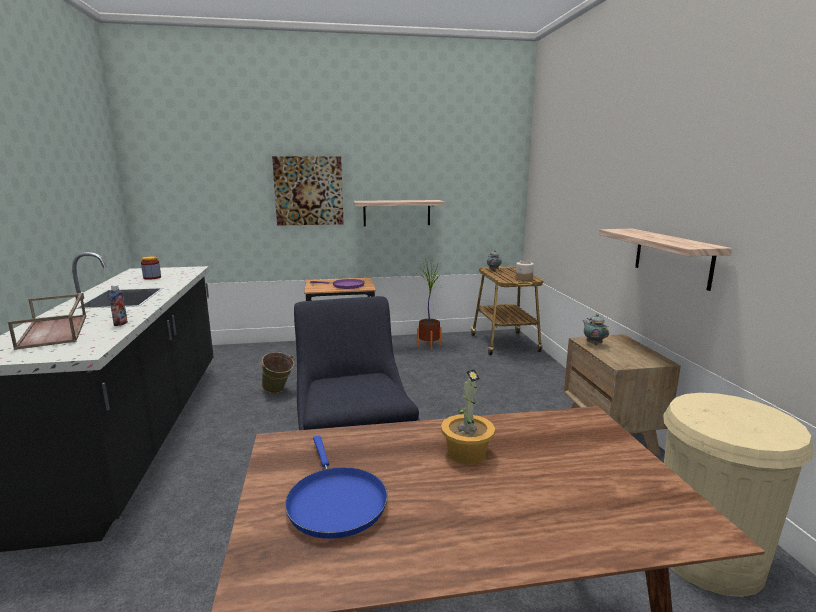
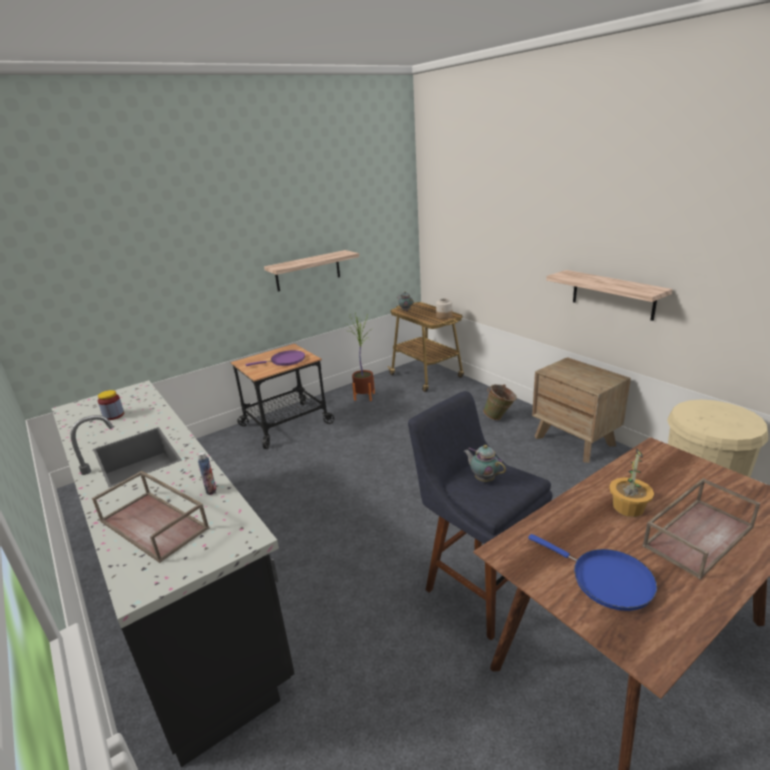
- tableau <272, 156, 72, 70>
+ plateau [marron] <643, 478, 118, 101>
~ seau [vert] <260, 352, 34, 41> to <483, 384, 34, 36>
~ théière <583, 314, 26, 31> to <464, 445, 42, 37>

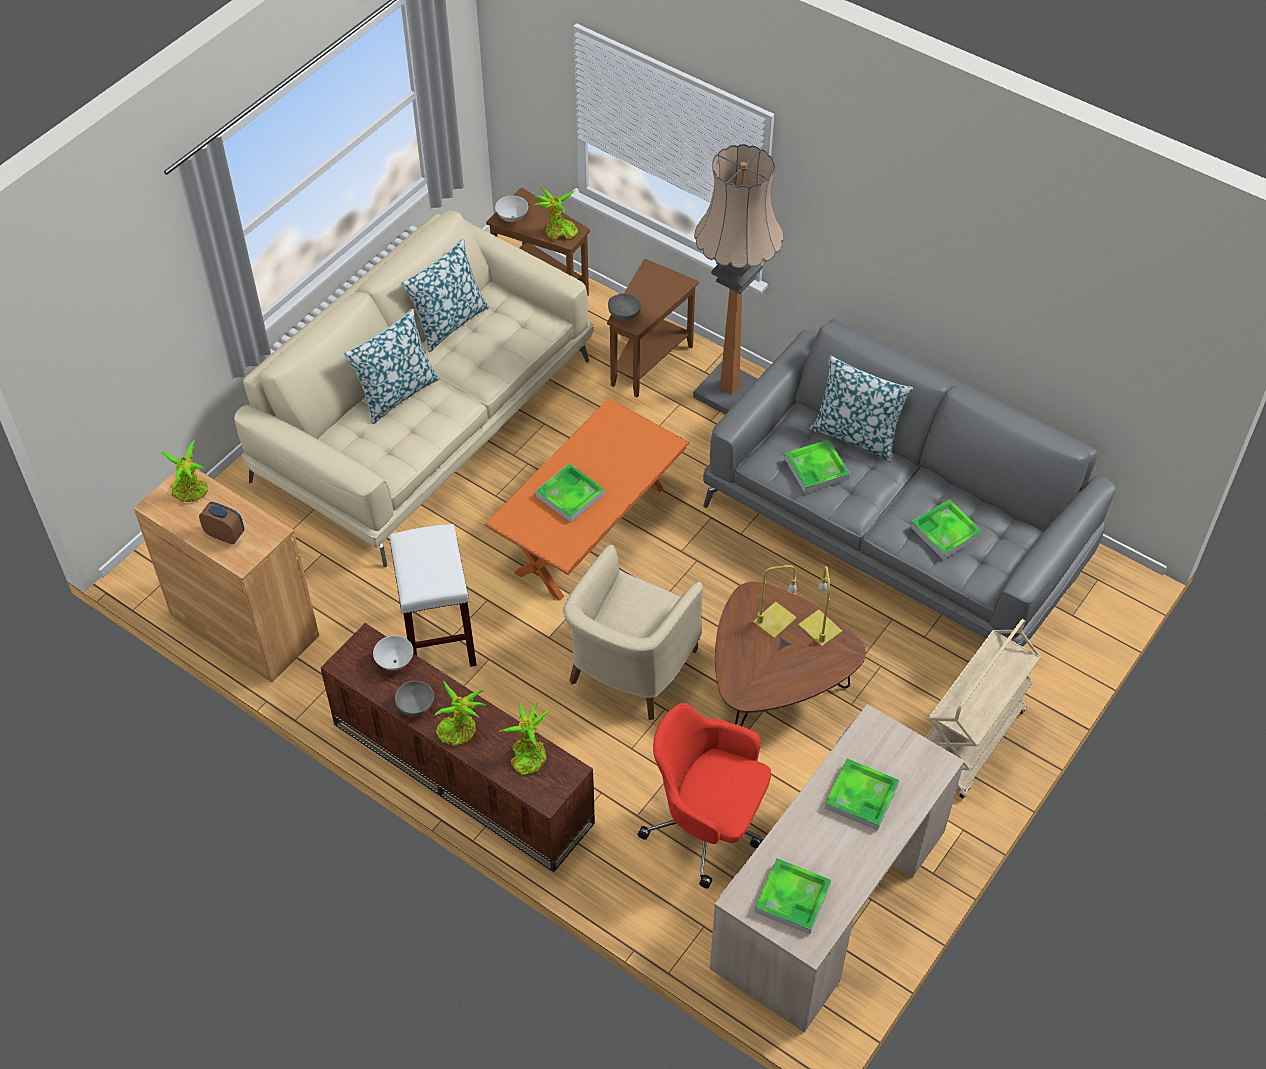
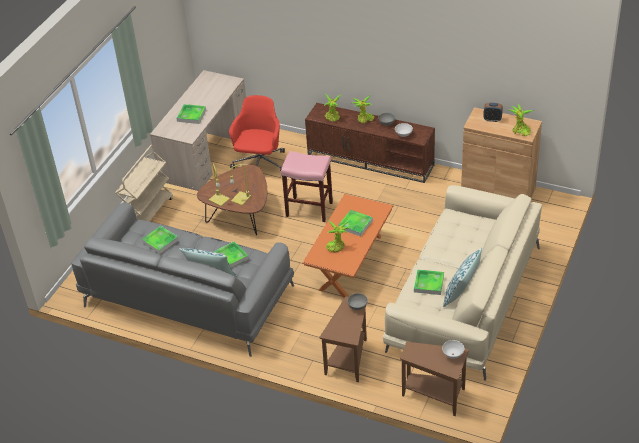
- coussin <344, 309, 96, 115>
- tabouret [blanc] <390, 524, 87, 143>
- lampadaire <693, 144, 91, 271>
~ plante en pot <533, 188, 45, 52> to <326, 220, 24, 32>
~ plateau <755, 859, 76, 76> to <414, 269, 30, 26>
~ fauteuil [beige] <563, 545, 140, 175> to tabouret [rose] <281, 151, 52, 71>
~ chaise de bureau [rouge] <638, 703, 133, 186> = <229, 95, 56, 77> 90 degrees counterclockwise

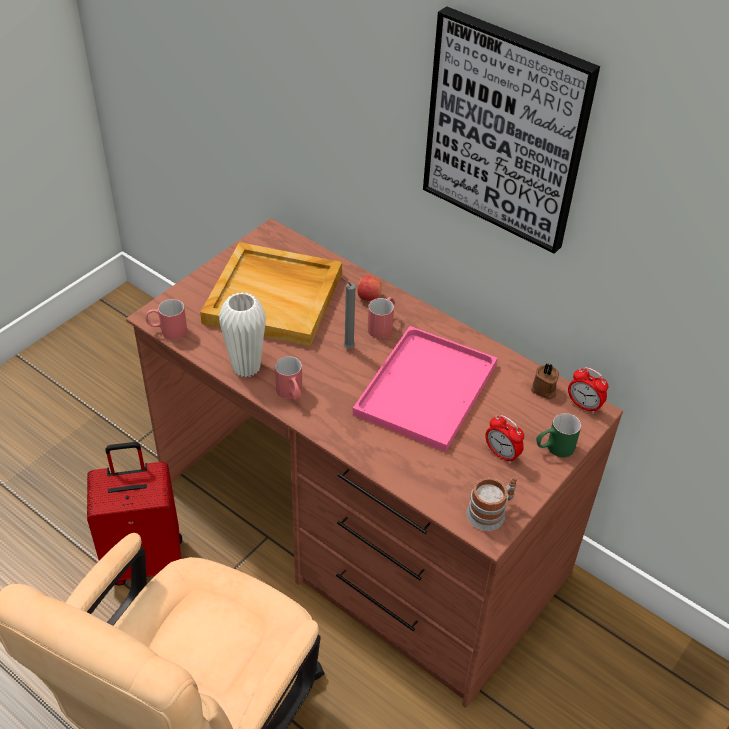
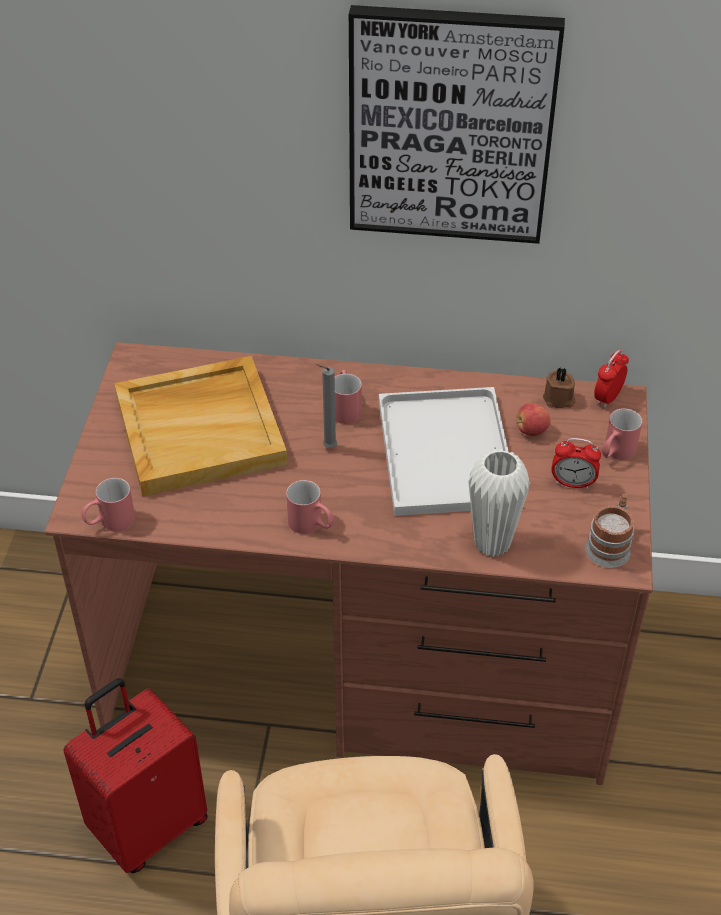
~ vase [blanc] <219, 292, 47, 85> to <468, 449, 62, 108>
~ pomme <357, 276, 24, 25> to <516, 403, 35, 33>
~ plateau [rose] <353, 326, 145, 126> to plateau [blanc] <379, 387, 129, 129>
~ mug [vert] <536, 413, 45, 44> to mug [rouge] <601, 408, 41, 52>
~ réveil <568, 367, 40, 47> = <594, 350, 35, 58> 120 degrees clockwise

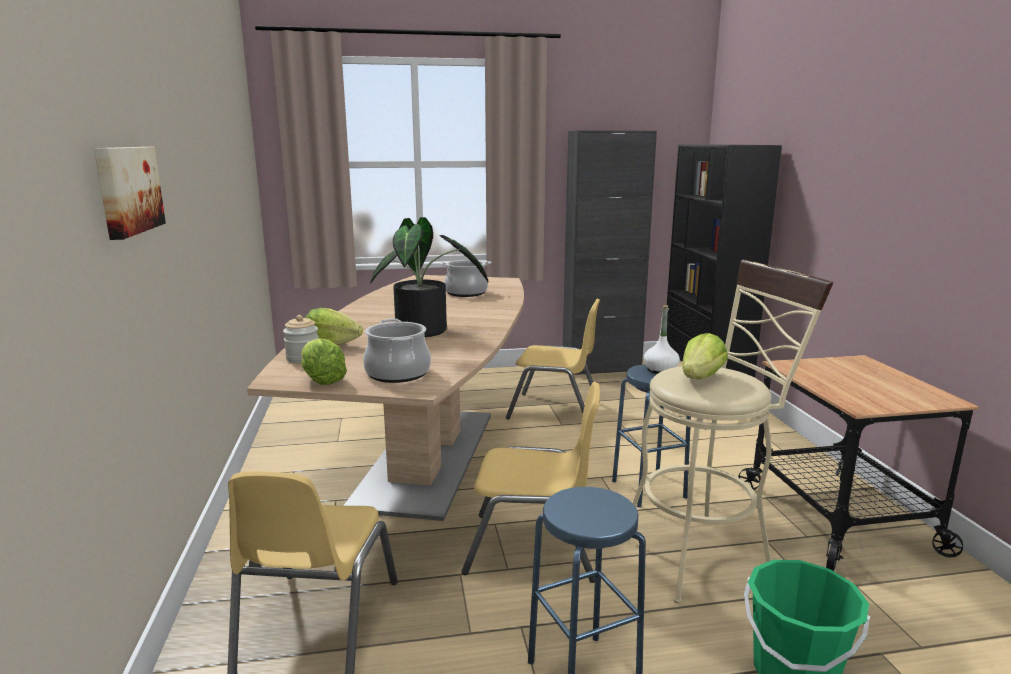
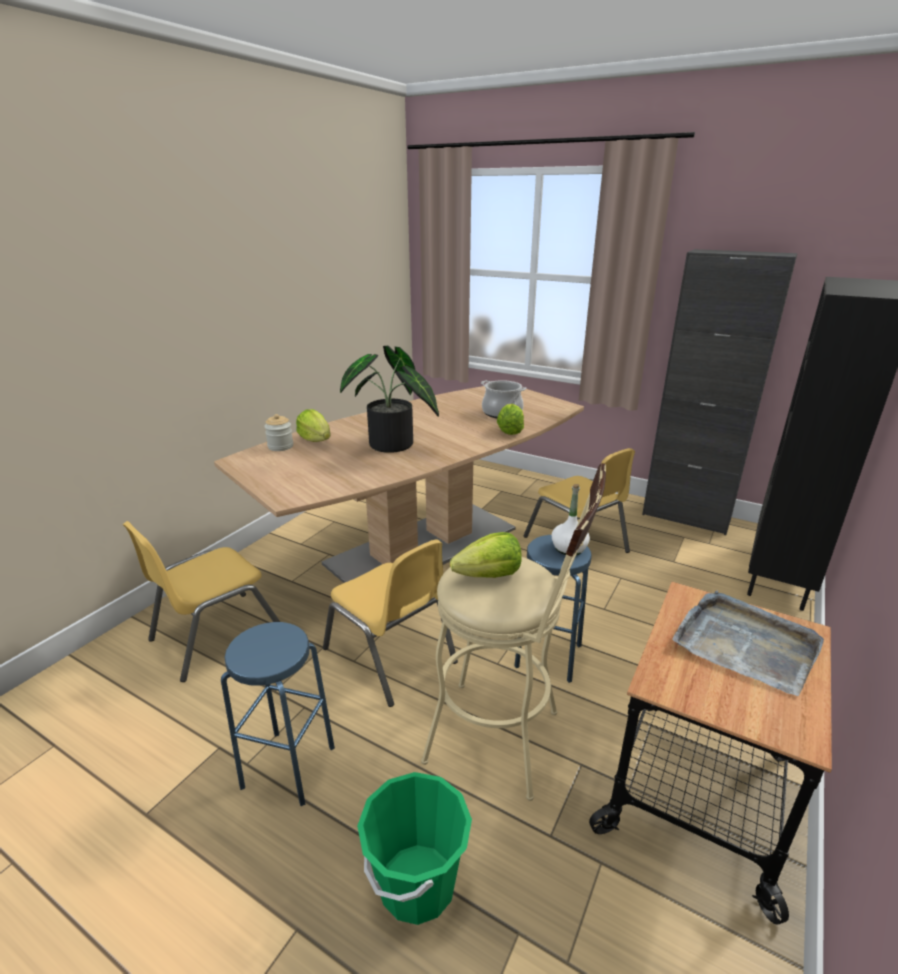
- tableau <94, 147, 72, 93>
- marmite <363, 319, 68, 64>
+ plateau [gris] <672, 591, 152, 105>
~ laitue <301, 338, 46, 47> to <497, 404, 27, 31>

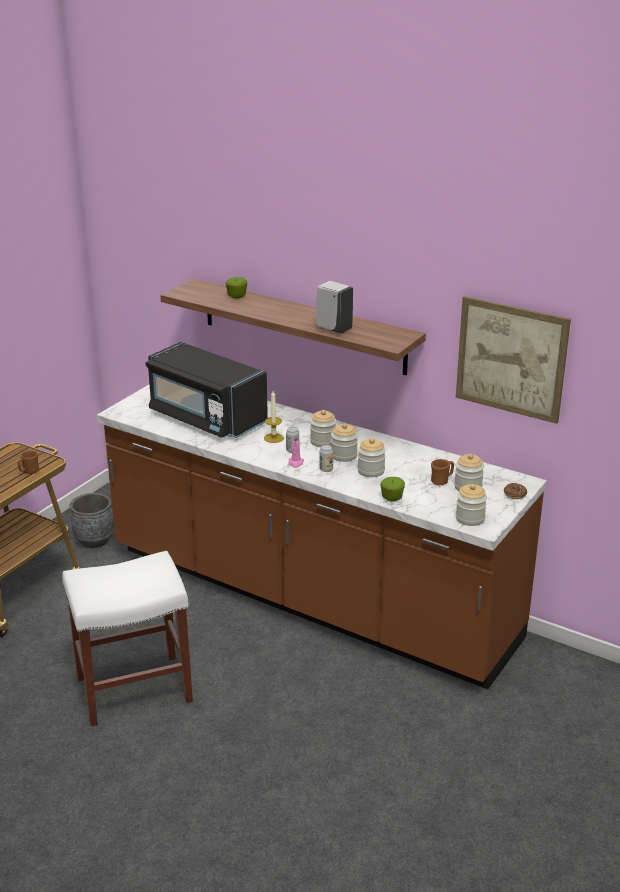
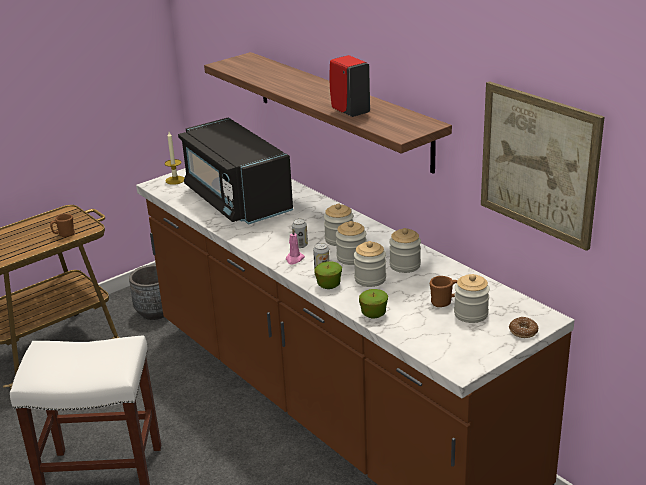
~ pomme <226, 277, 21, 22> to <315, 261, 27, 28>
~ bougie <264, 391, 20, 52> to <165, 132, 19, 53>
~ bocal <456, 484, 31, 42> to <389, 228, 32, 45>
~ distributeur de savon [blanc] <316, 281, 37, 53> to distributeur de savon [rouge] <329, 55, 41, 62>

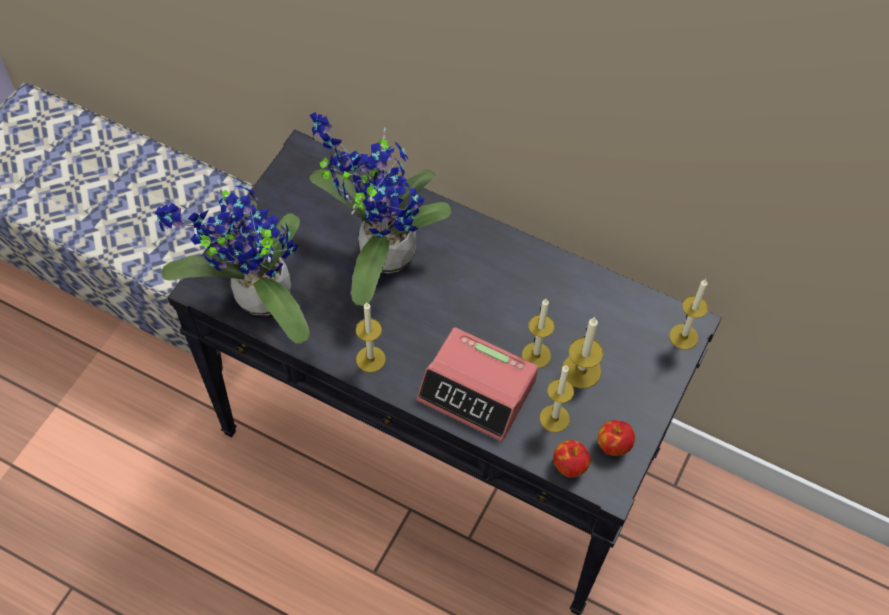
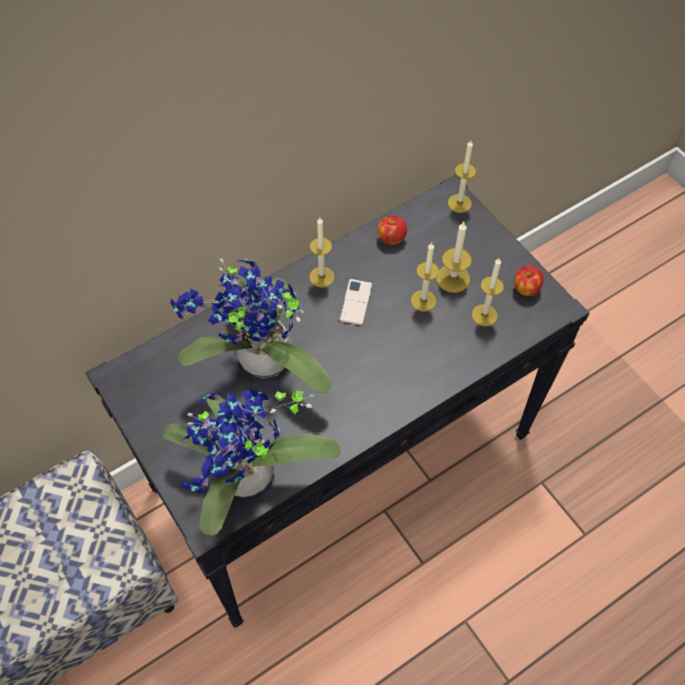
- réveil <417, 327, 121, 114>
+ téléphone <339, 279, 33, 47>
~ bougie <356, 303, 30, 69> to <309, 218, 25, 69>
~ pomme <553, 440, 38, 38> to <378, 216, 29, 29>

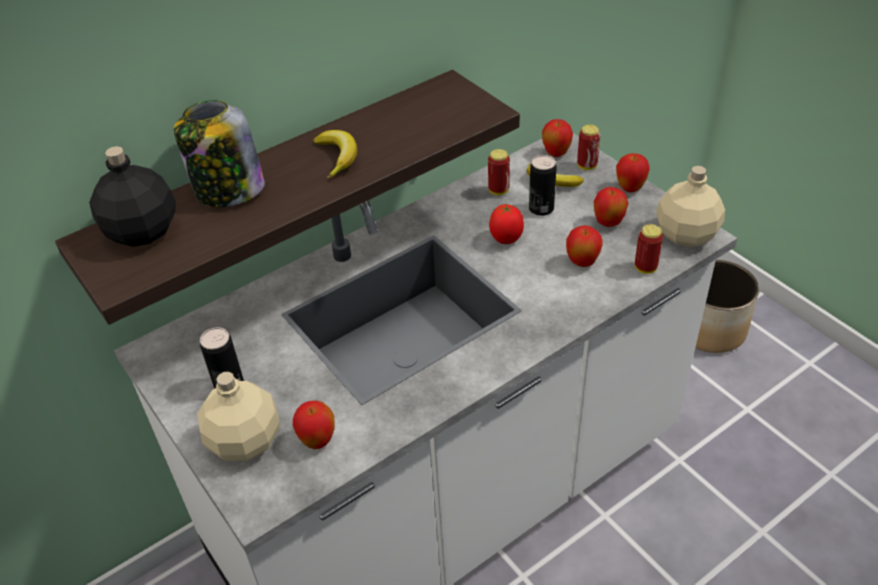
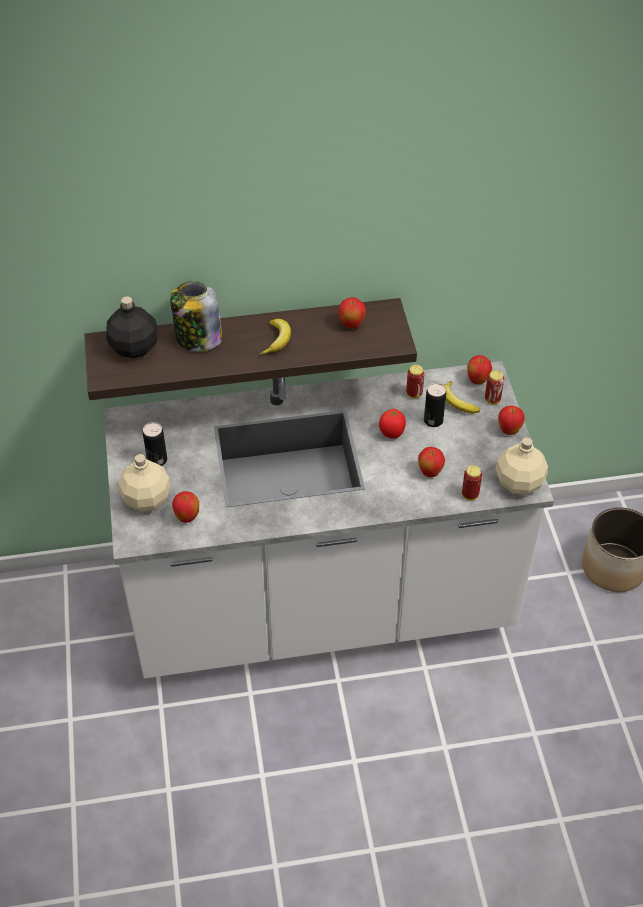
~ pomme <594, 187, 35, 40> to <339, 297, 27, 32>

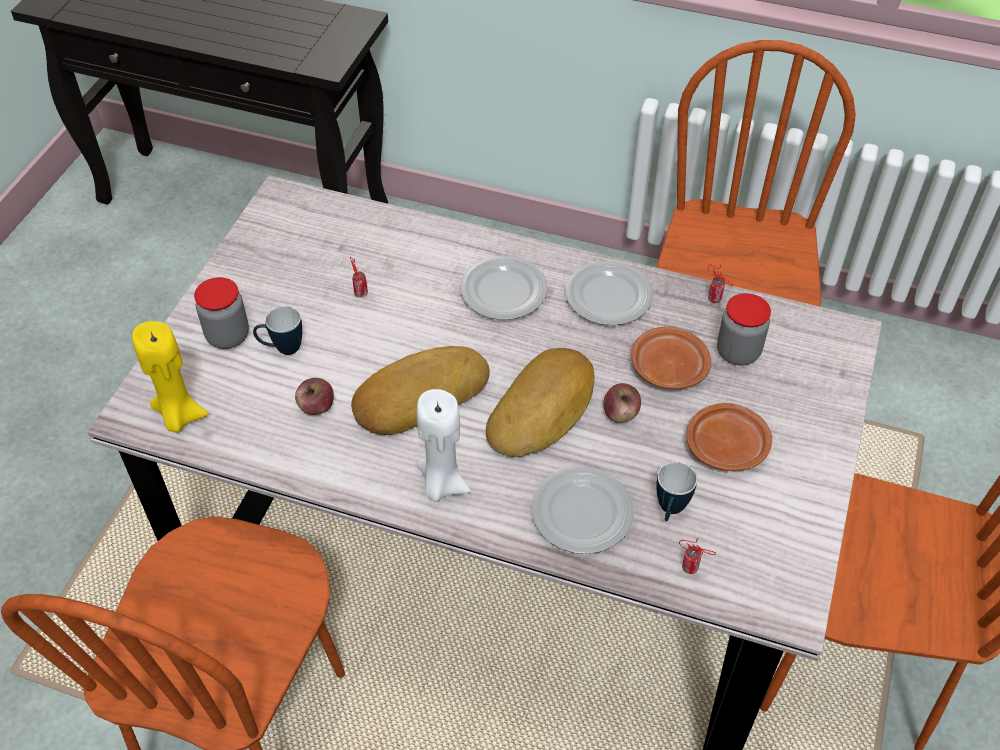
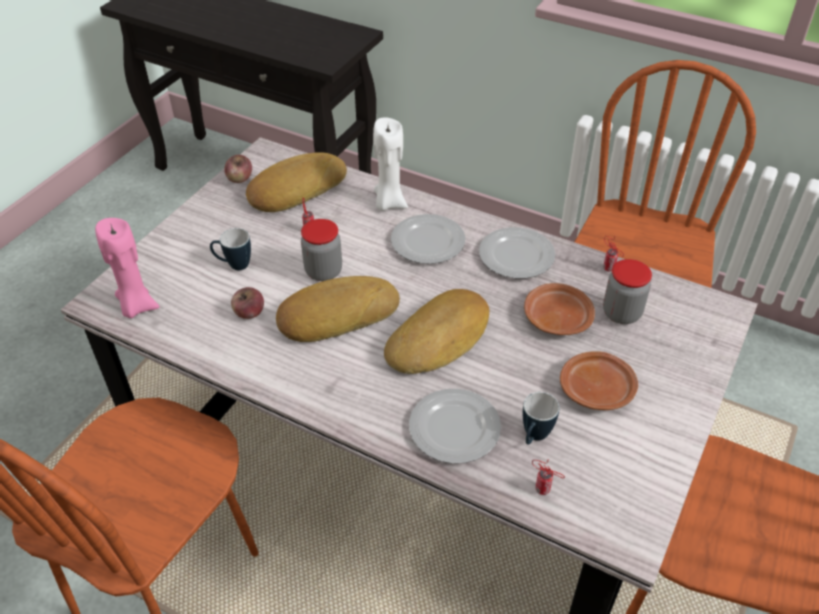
+ pain <246, 152, 101, 60>
~ bocal <194, 277, 55, 72> to <301, 219, 41, 62>
~ bougie [blanc] <417, 389, 54, 113> to <373, 117, 35, 94>
~ pomme <603, 383, 38, 40> to <225, 155, 27, 28>
~ bougie [jaune] <132, 321, 76, 111> to bougie [rose] <95, 218, 64, 100>

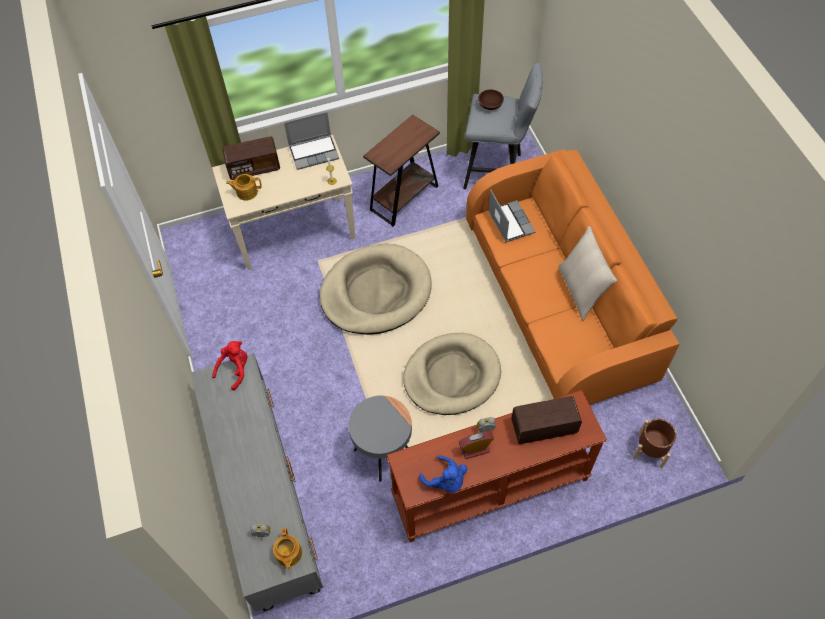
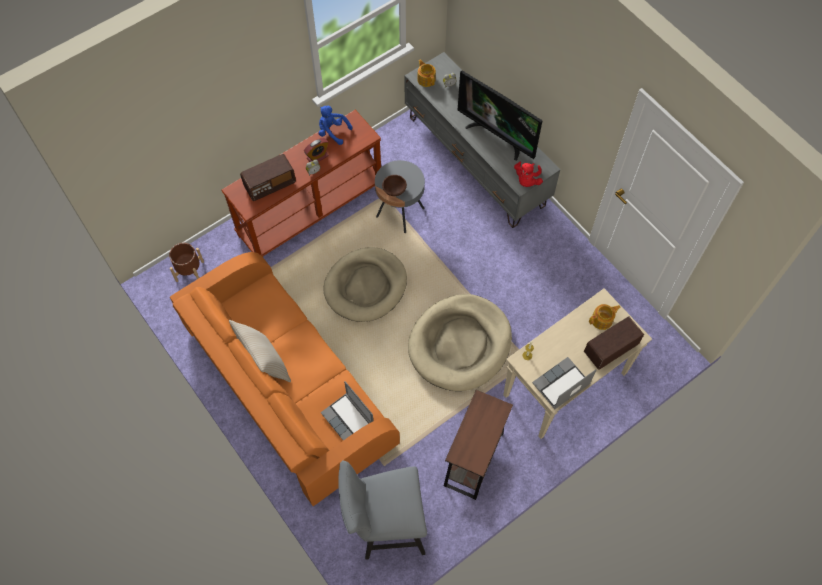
+ téléviseur <458, 70, 85, 91>
~ bol [marron] <478, 90, 26, 20> to <382, 175, 25, 21>

